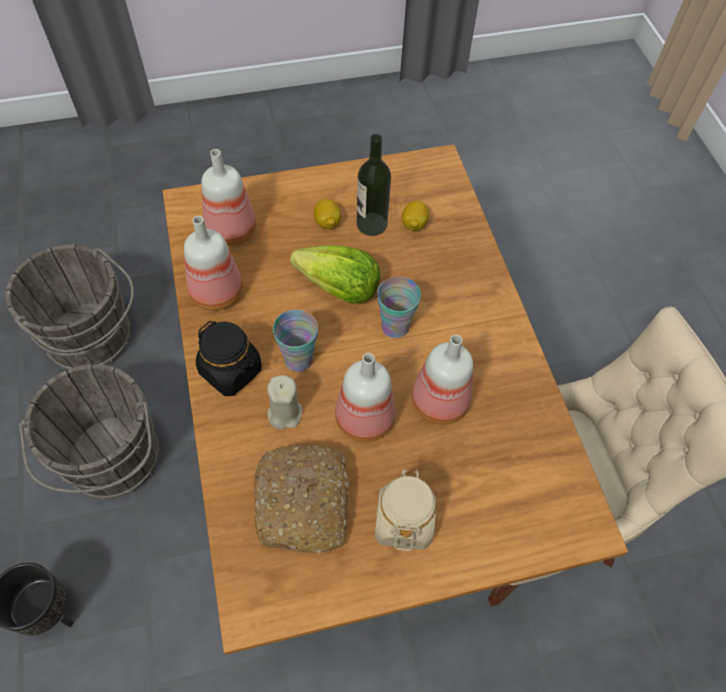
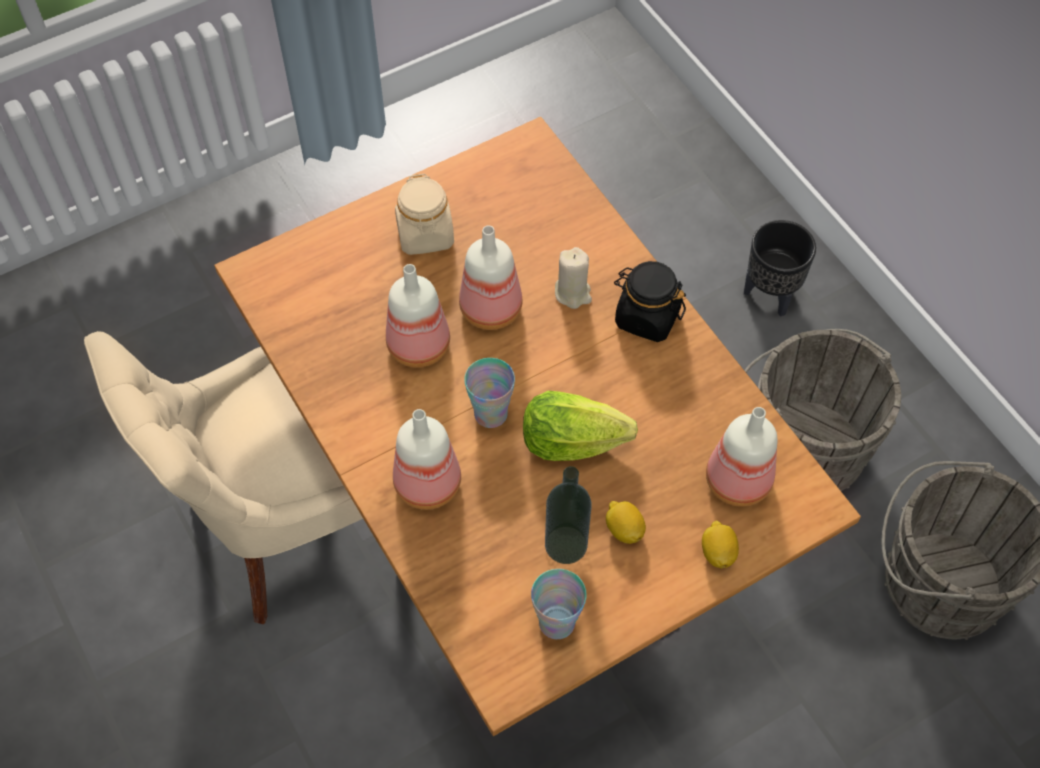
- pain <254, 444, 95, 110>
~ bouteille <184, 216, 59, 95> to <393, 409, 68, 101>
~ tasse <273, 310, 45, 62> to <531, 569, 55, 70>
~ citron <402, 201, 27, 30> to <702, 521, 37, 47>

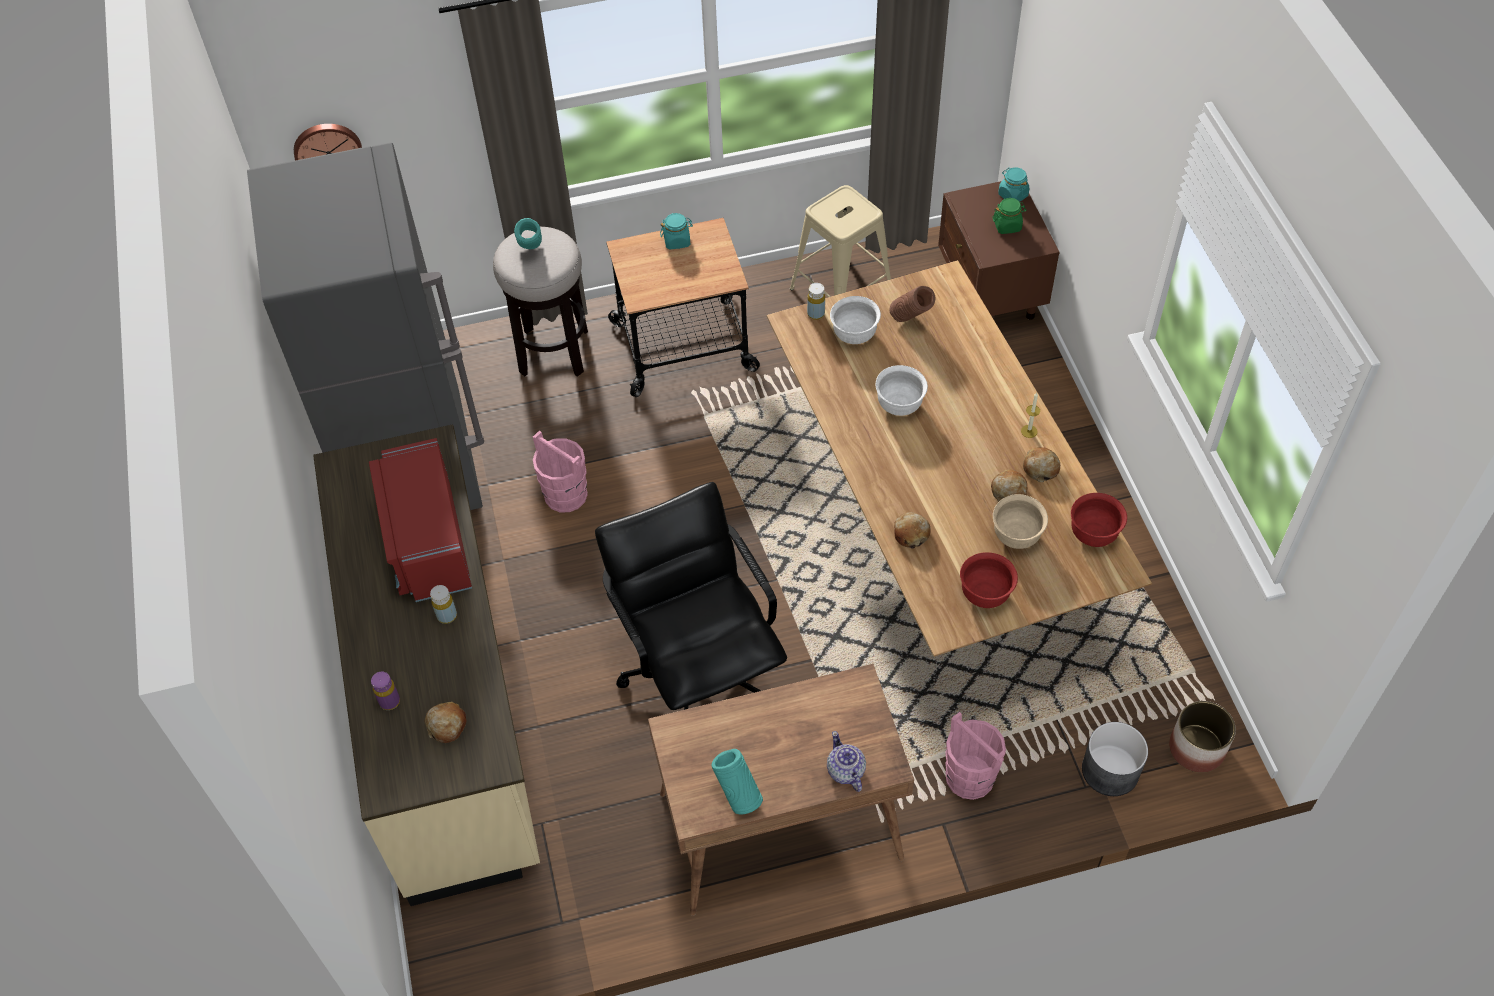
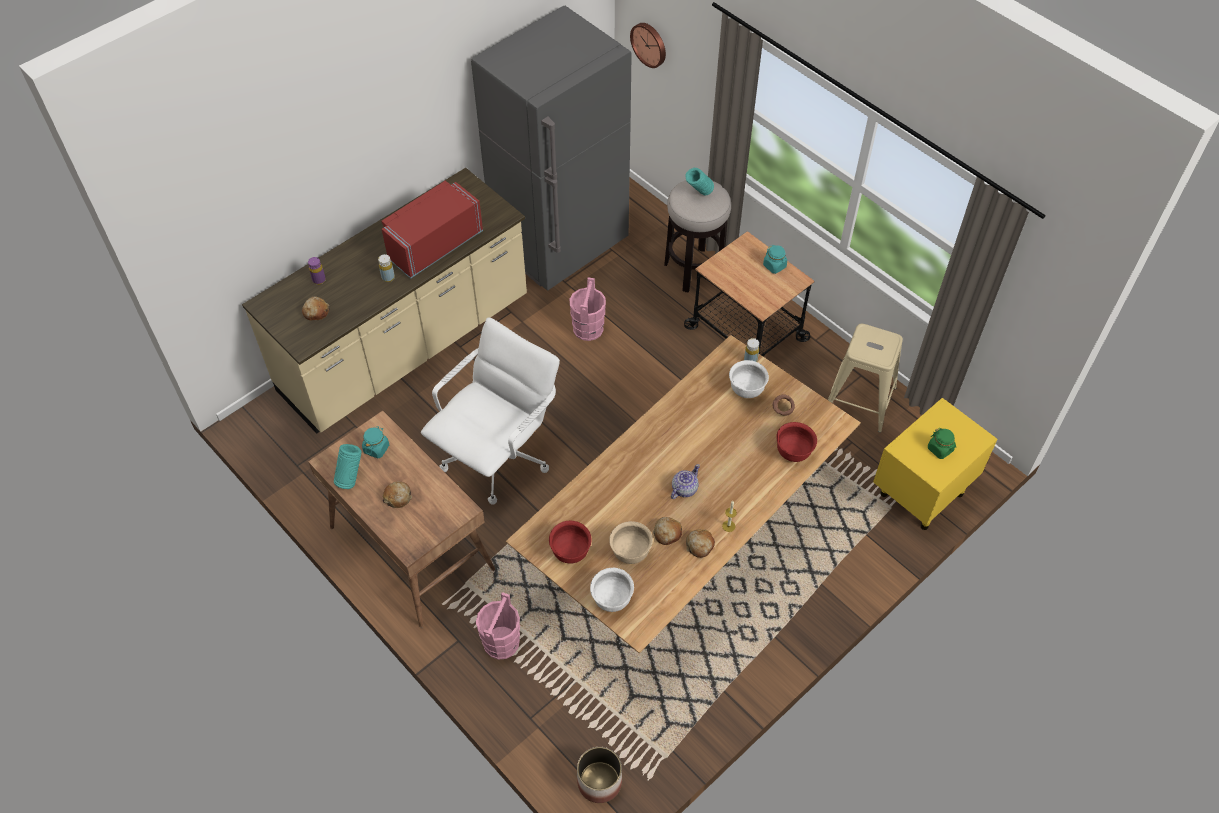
- cache-pot [gris] <1082, 722, 66, 74>
~ théière <827, 731, 39, 61> to <671, 464, 29, 35>
~ bol [blanc] <876, 365, 52, 51> to <590, 568, 44, 44>
~ pain <894, 512, 37, 37> to <383, 481, 29, 27>
~ bocal [turquoise] <998, 167, 31, 35> to <362, 426, 27, 32>
~ bol [rouge] <1071, 493, 56, 54> to <776, 422, 41, 40>
~ chaise de bureau [noir] <595, 482, 192, 228> to chaise de bureau [blanc] <421, 317, 139, 188>
~ table de chevet [marron] <938, 181, 122, 139> to table de chevet [jaune] <873, 398, 125, 132>

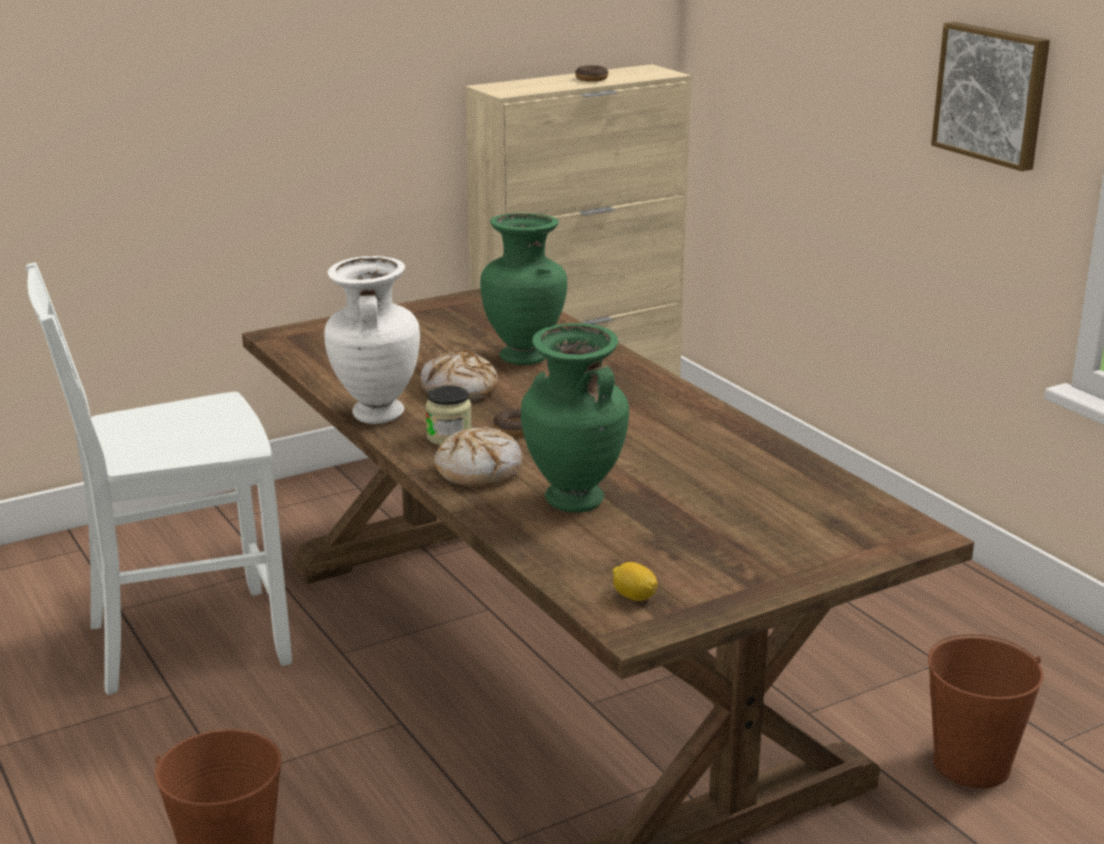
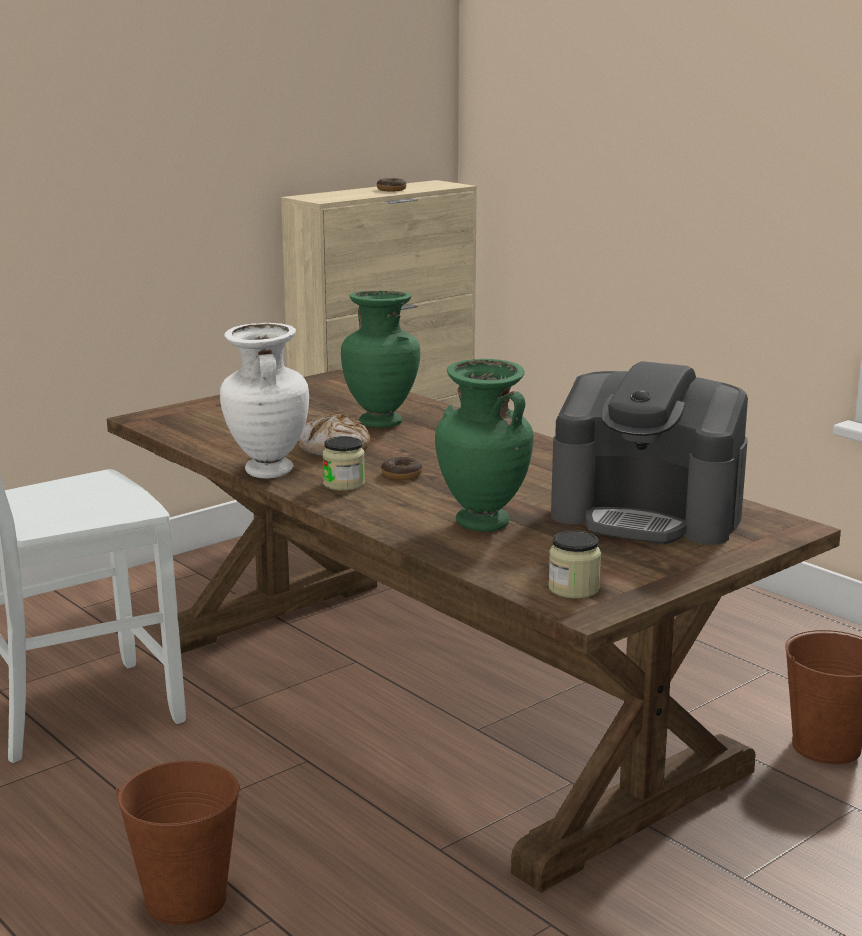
- pain <434, 427, 88, 60>
- tableau <931, 22, 119, 149>
+ machine à café <551, 361, 197, 184>
~ citron <612, 562, 46, 39> to bocal <548, 531, 53, 68>

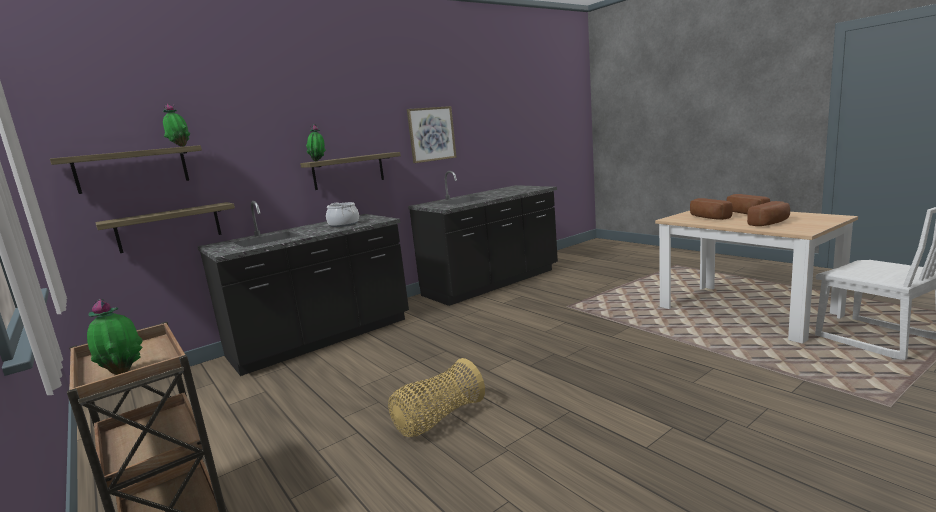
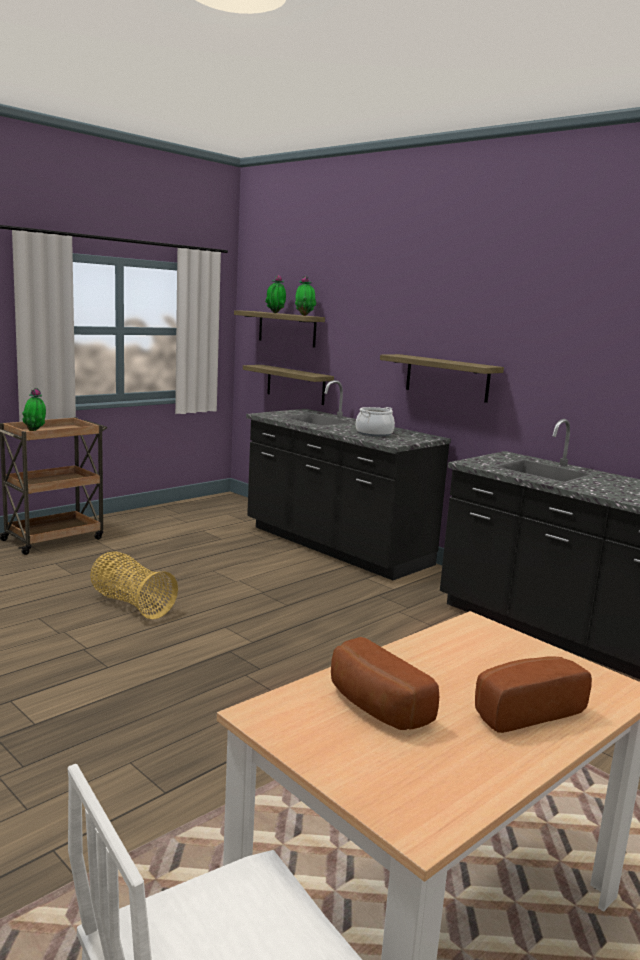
- tableau <407, 106, 49, 57>
- pain <690, 198, 43, 22>
~ plante en pot <306, 124, 20, 37> to <265, 275, 21, 38>

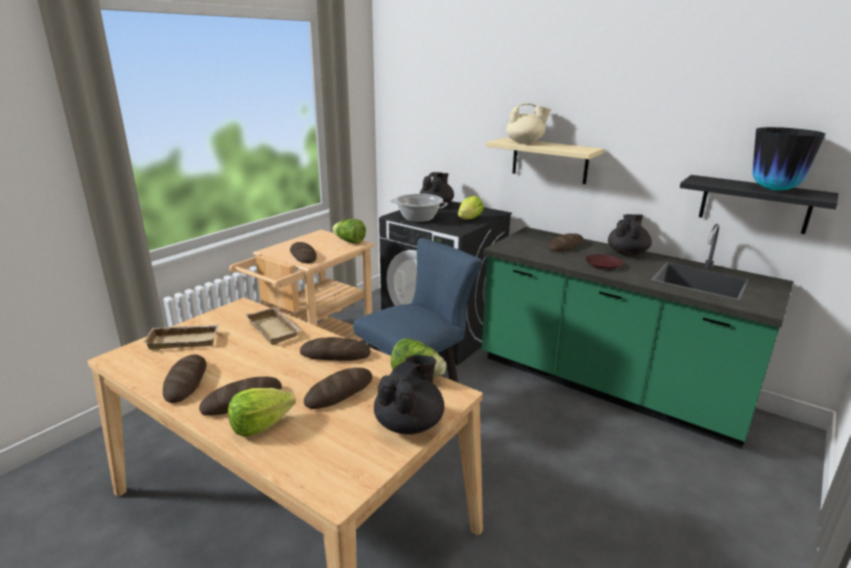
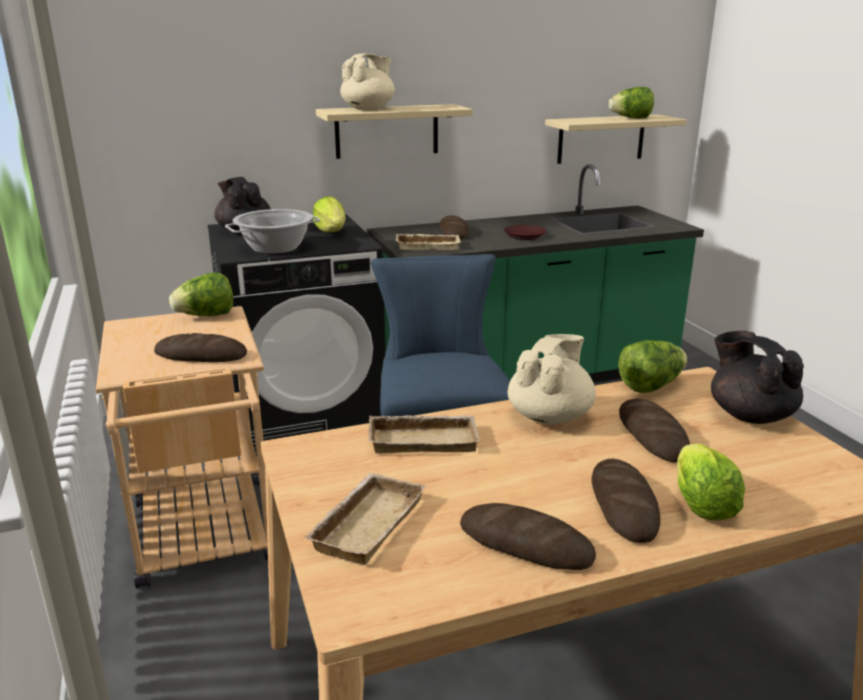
- théière [noir] <608, 214, 44, 42>
+ plateau [beige] <395, 234, 66, 16>
~ pain <300, 337, 71, 24> to théière [beige] <508, 334, 88, 90>
~ vase <752, 127, 74, 63> to laitue <608, 87, 46, 32>
~ étagère [noir] <680, 175, 159, 59> to étagère [beige] <545, 115, 142, 49>

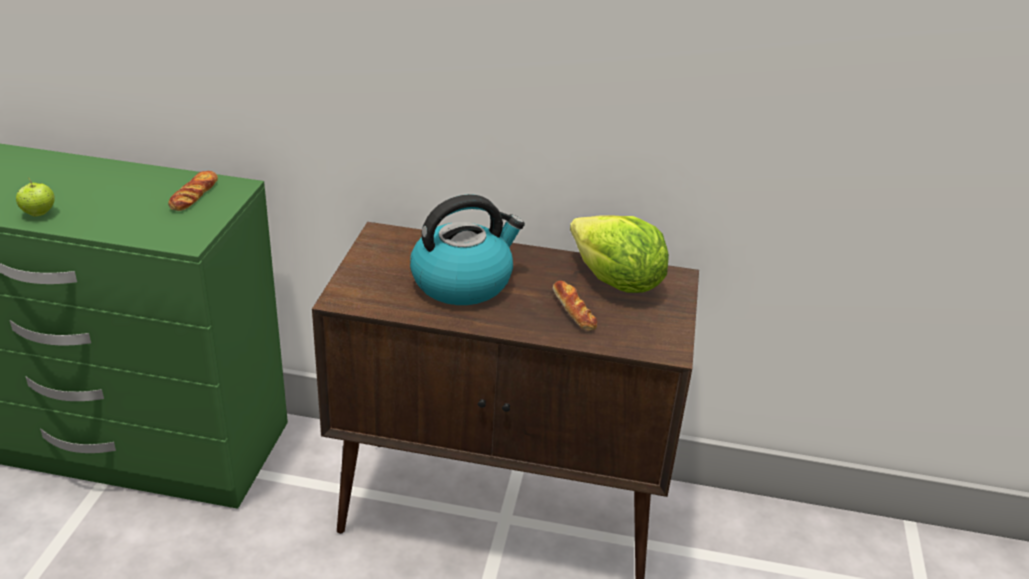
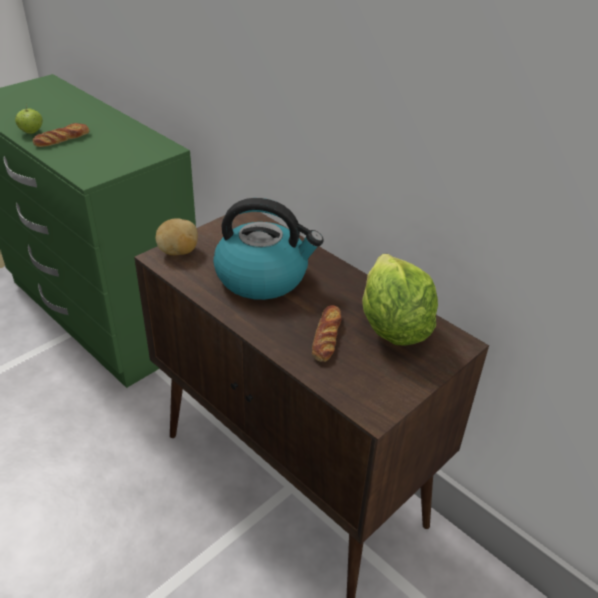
+ pomme de terre <156, 218, 42, 37>
~ pain <168, 171, 50, 40> to <33, 123, 57, 24>

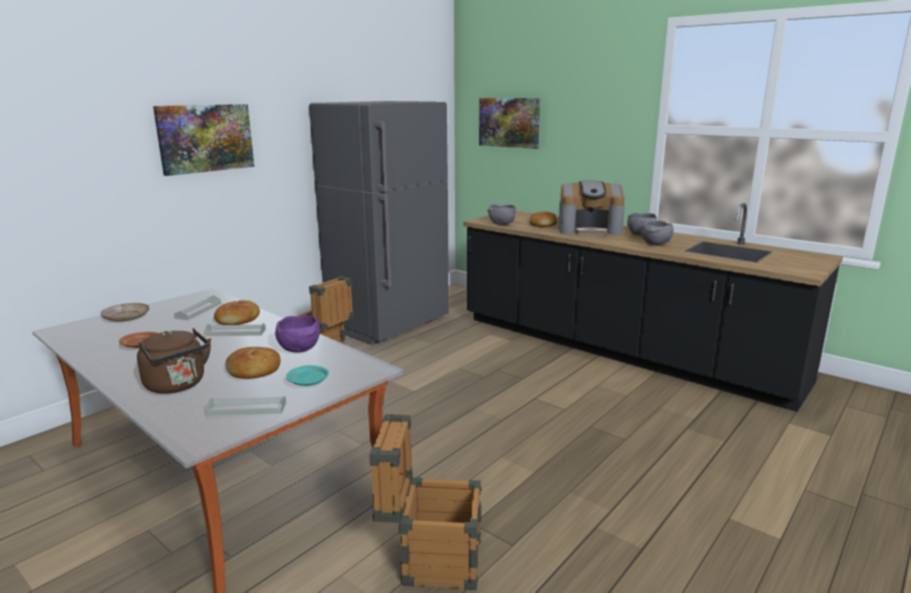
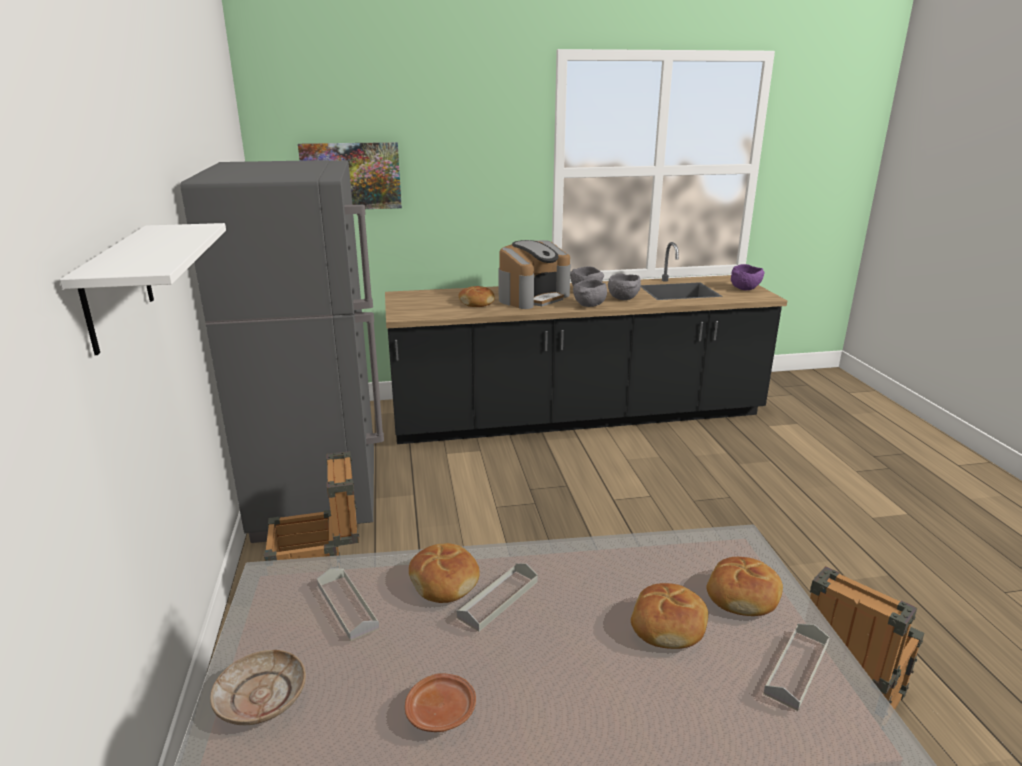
- bouilloire [marron] <137, 328, 74, 66>
~ bol [violet] <275, 315, 45, 38> to <731, 264, 34, 26>
~ bol [gris] <487, 204, 29, 21> to <573, 279, 34, 28>
~ tableau <153, 104, 101, 72> to étagère [blanc] <60, 223, 166, 132>
~ assiette [turquoise] <286, 365, 43, 21> to pain <706, 557, 77, 59>

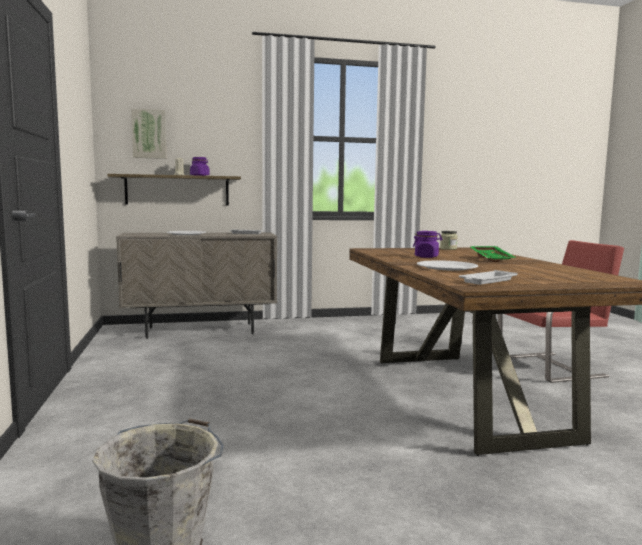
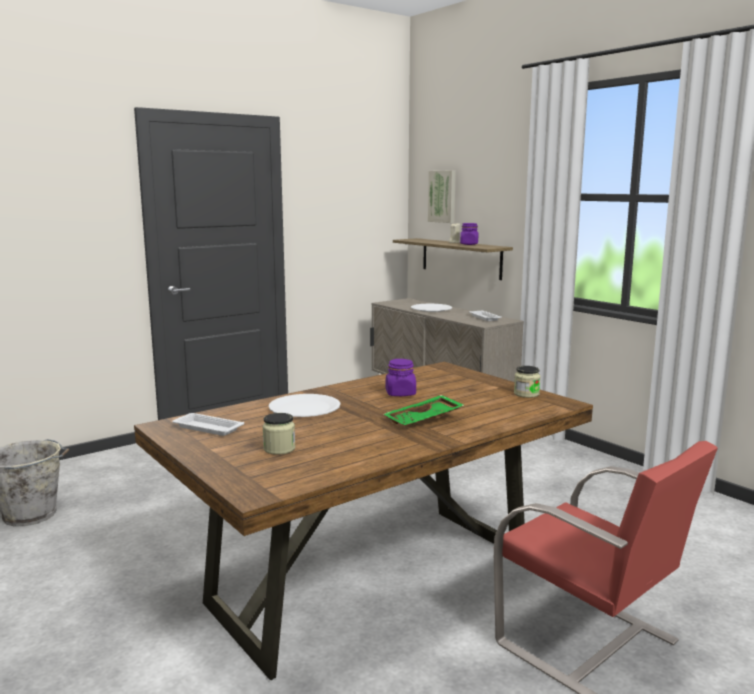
+ bocal <262, 413, 33, 42>

